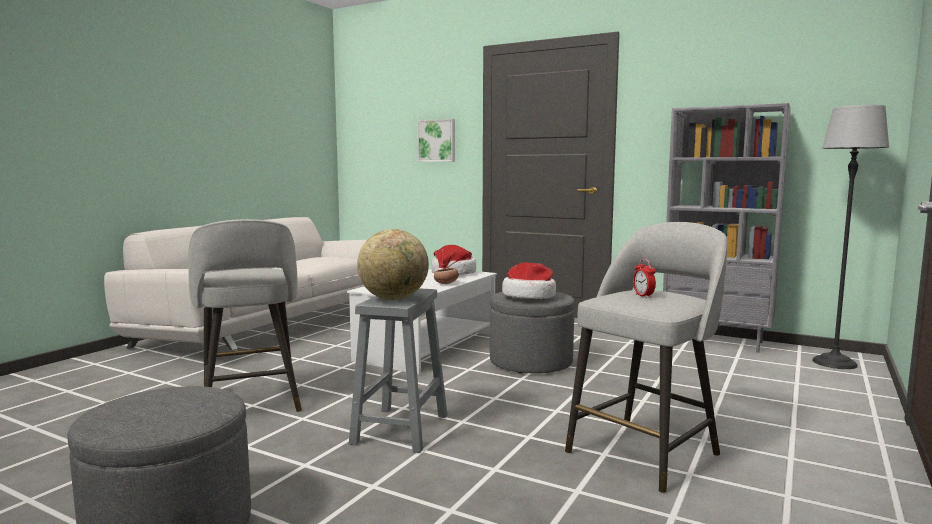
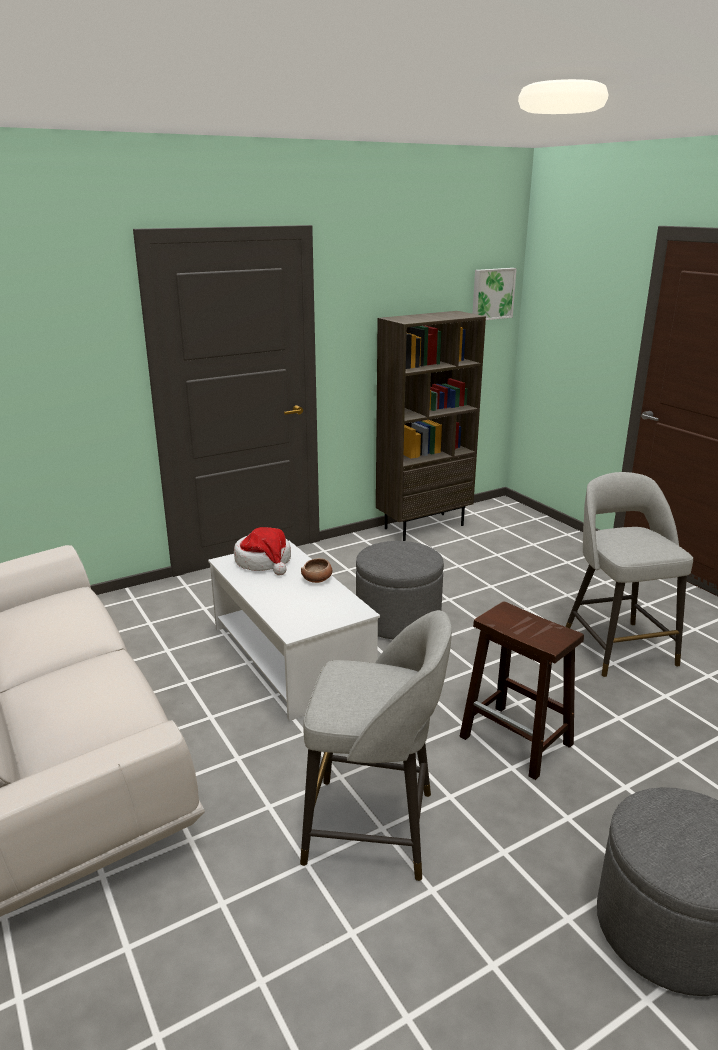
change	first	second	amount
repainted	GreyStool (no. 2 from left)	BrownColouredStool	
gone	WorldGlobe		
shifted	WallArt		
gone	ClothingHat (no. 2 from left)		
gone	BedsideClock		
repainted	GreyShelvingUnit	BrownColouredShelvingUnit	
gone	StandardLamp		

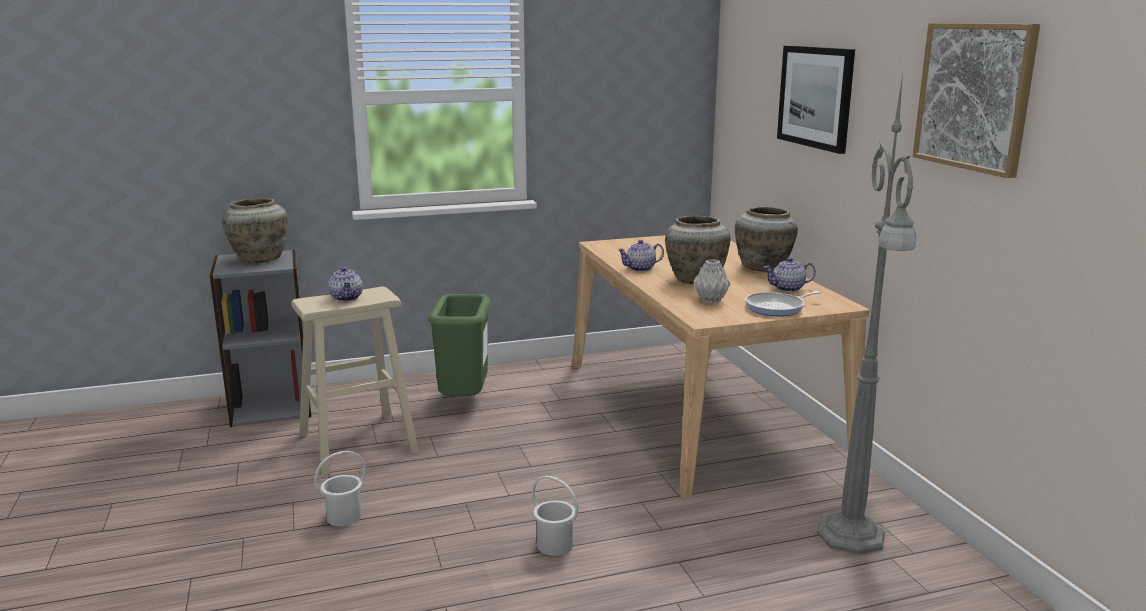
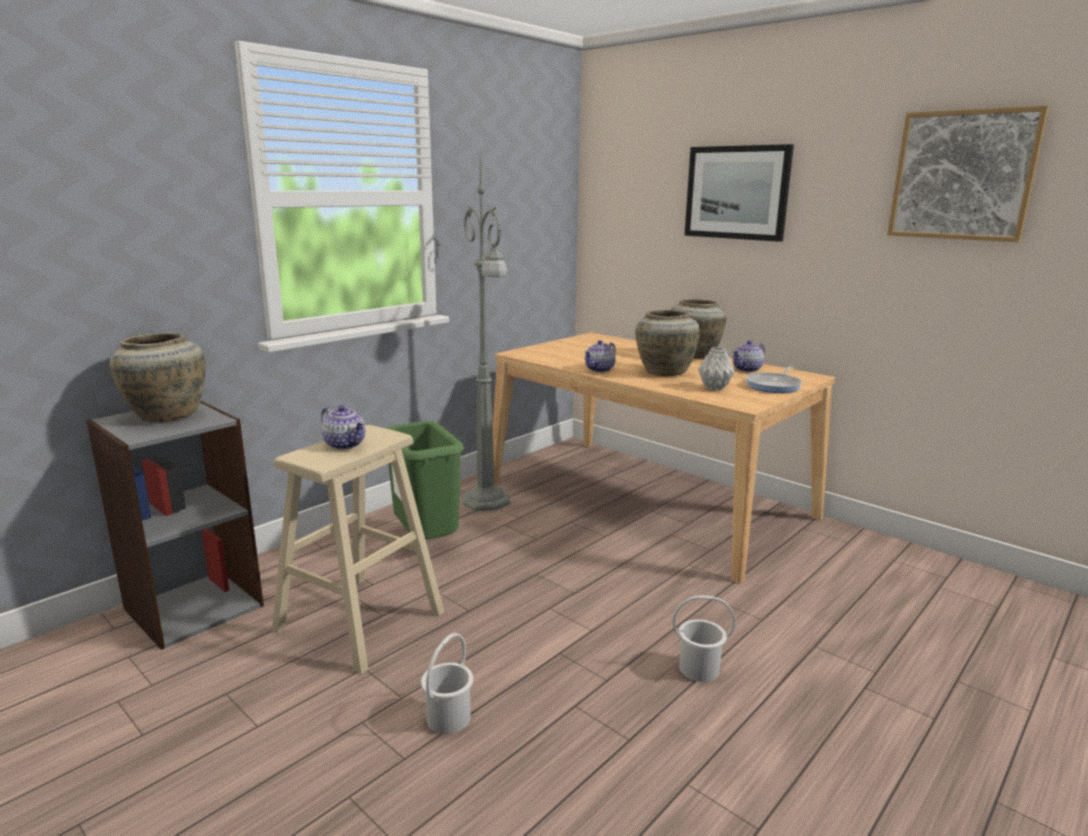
change	first	second	amount
shifted	GreyStandardLamp		

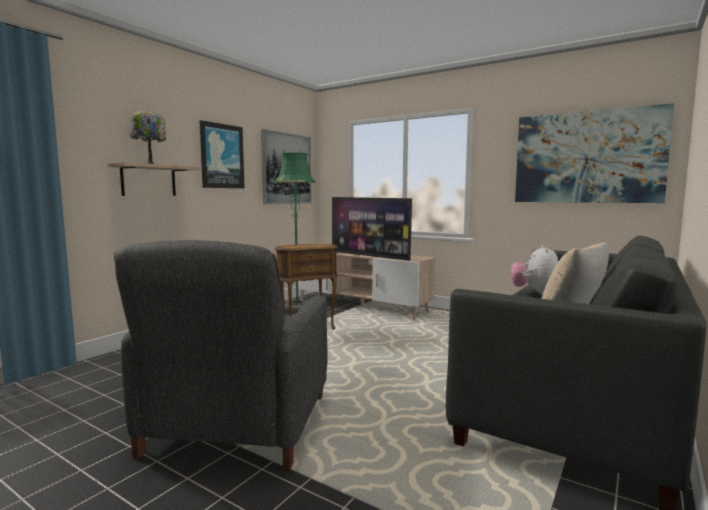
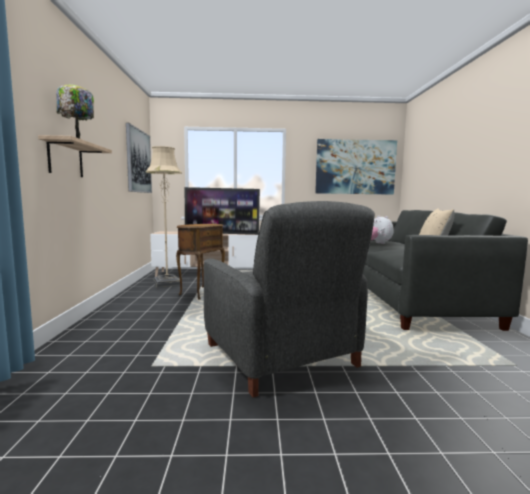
change	first	second	amount
gone	WallArt (no. 1 from left)		
repainted	GreenColouredStandardLamp	BeigeStandardLamp	

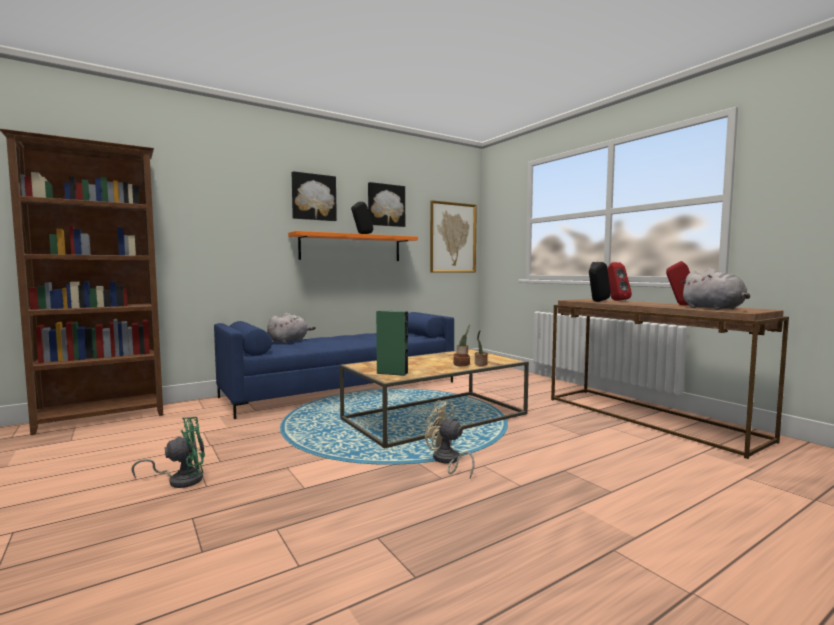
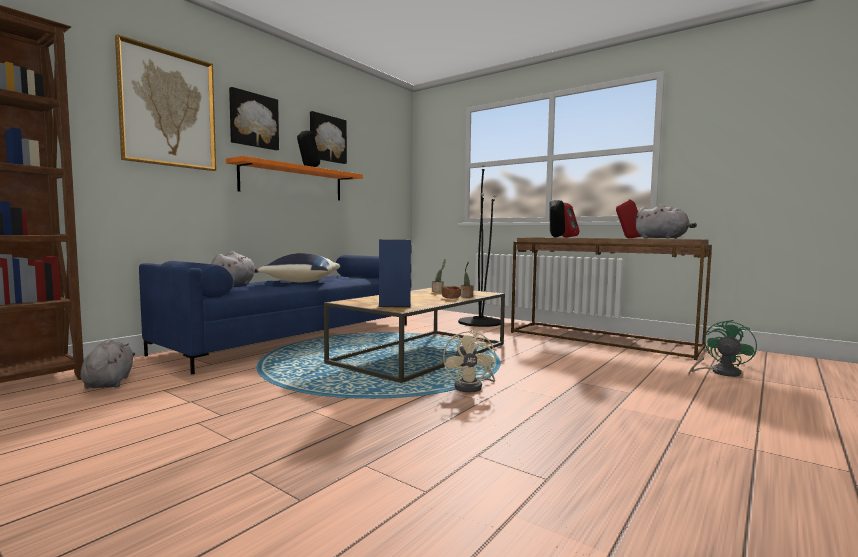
change	first	second	amount
shifted	GreenColouredFan		
repainted	GreenColouredSpeaker	BlueColouredSpeaker	
rotated	BeigeFan		105 degrees counterclockwise
shifted	WallArt (no. 3 from left in the first image)	WallArt (no. 1 from left)	
new		GreySoftToy (no. 1 from left)	
new		BlueColouredCushion	
new		BlackColouredStandardLamp	

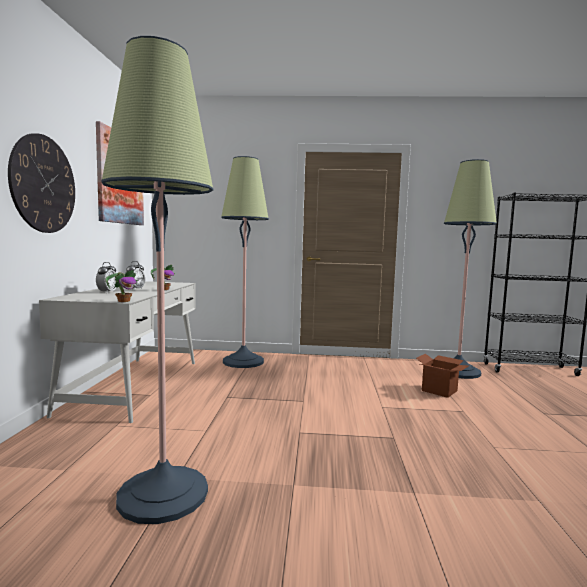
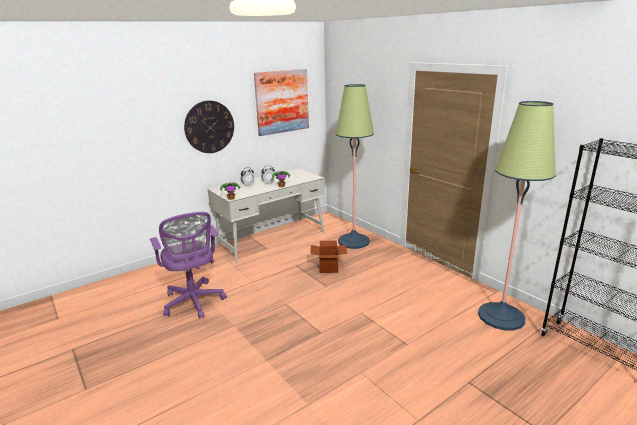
change	first	second	amount
swapped	StandardLamp (no. 1 from left)	PurpleColouredDeskChair	
shifted	Carton		

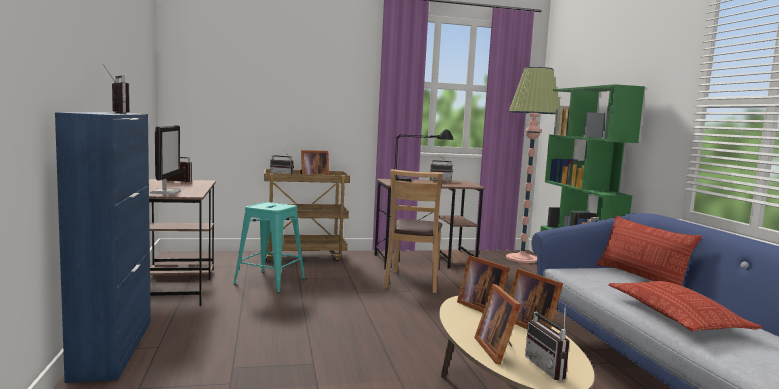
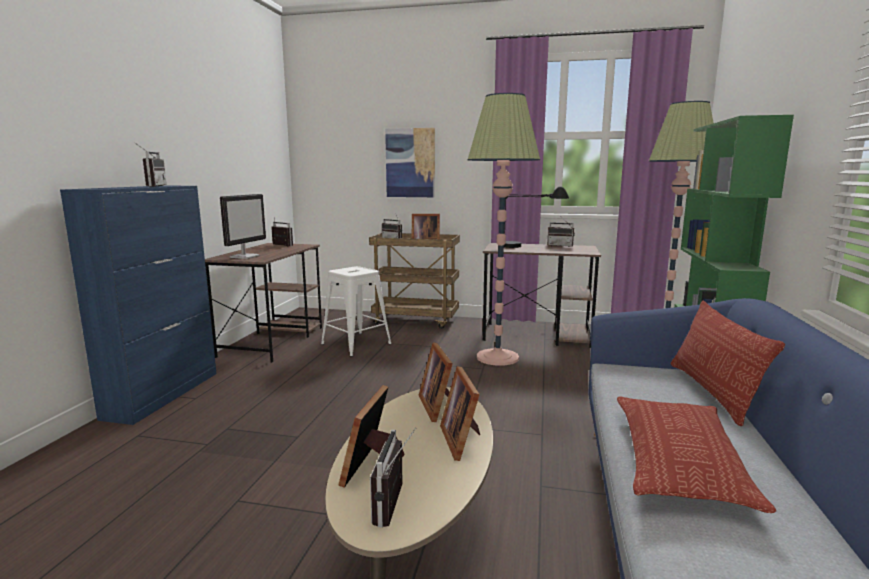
change	first	second	amount
repainted	TurquoiseStool	WhitishStool	
swapped	BrownColouredChair	StandardLamp (no. 1 from left)	
new		WallArt	

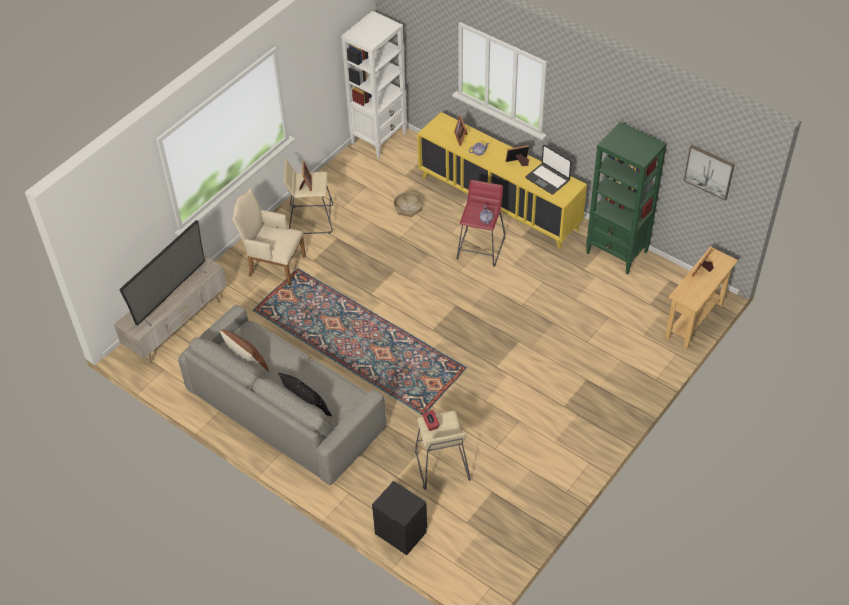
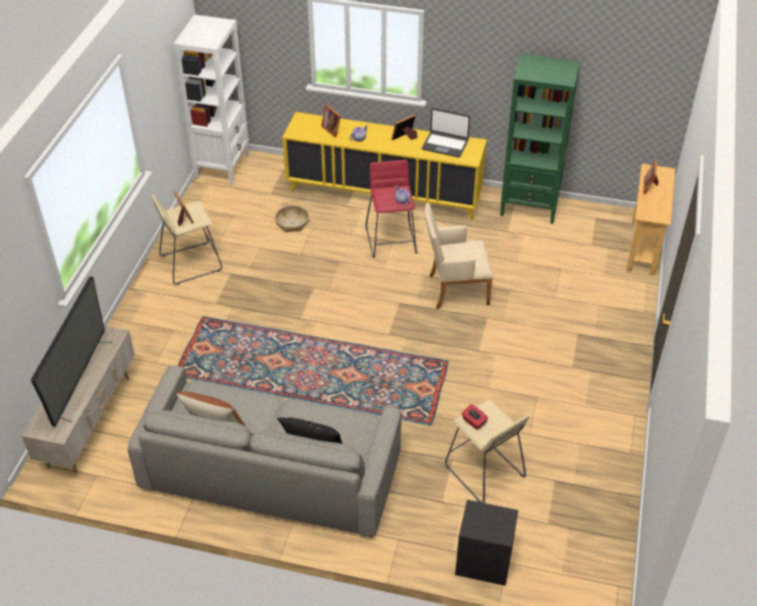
change	first	second	amount
shifted	BeigeArmchair		
gone	WallArt		

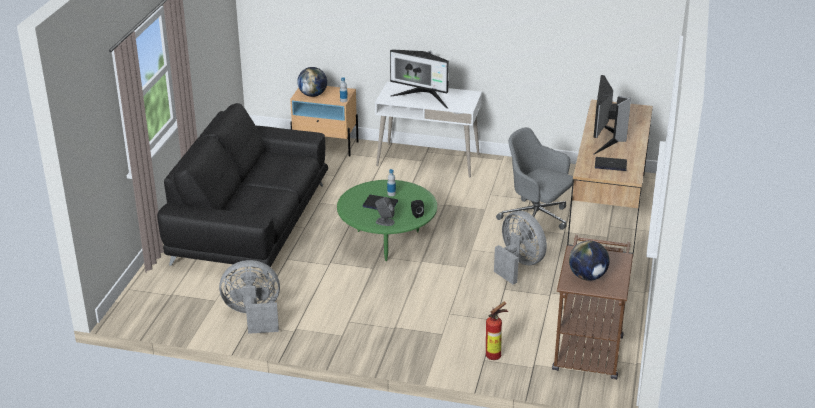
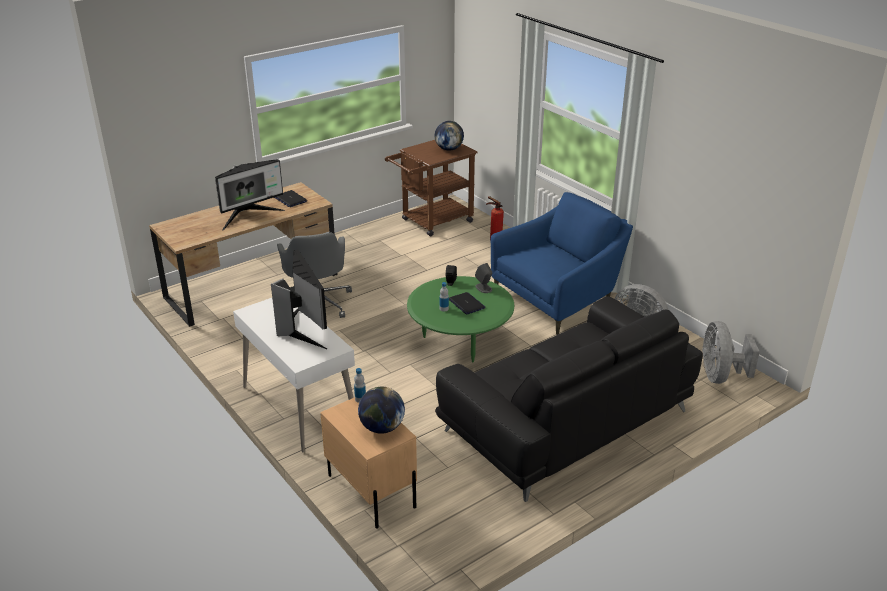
change	first	second	amount
shifted	GreyFan (no. 2 from left)		
new		BlueColouredArmchair	

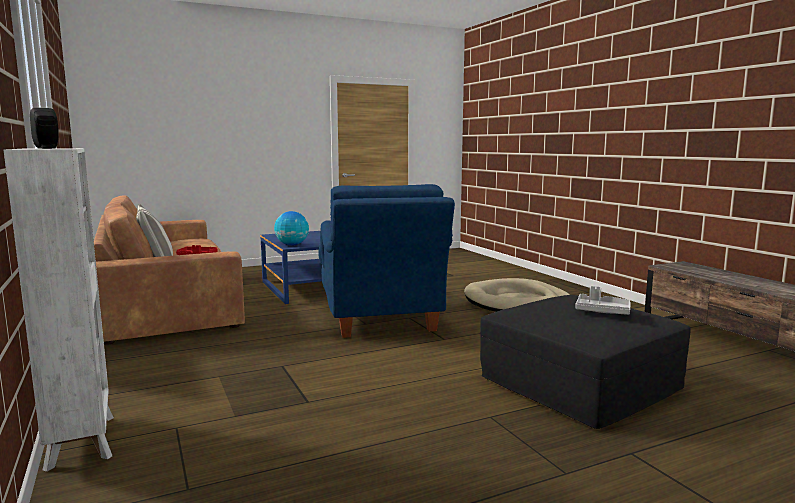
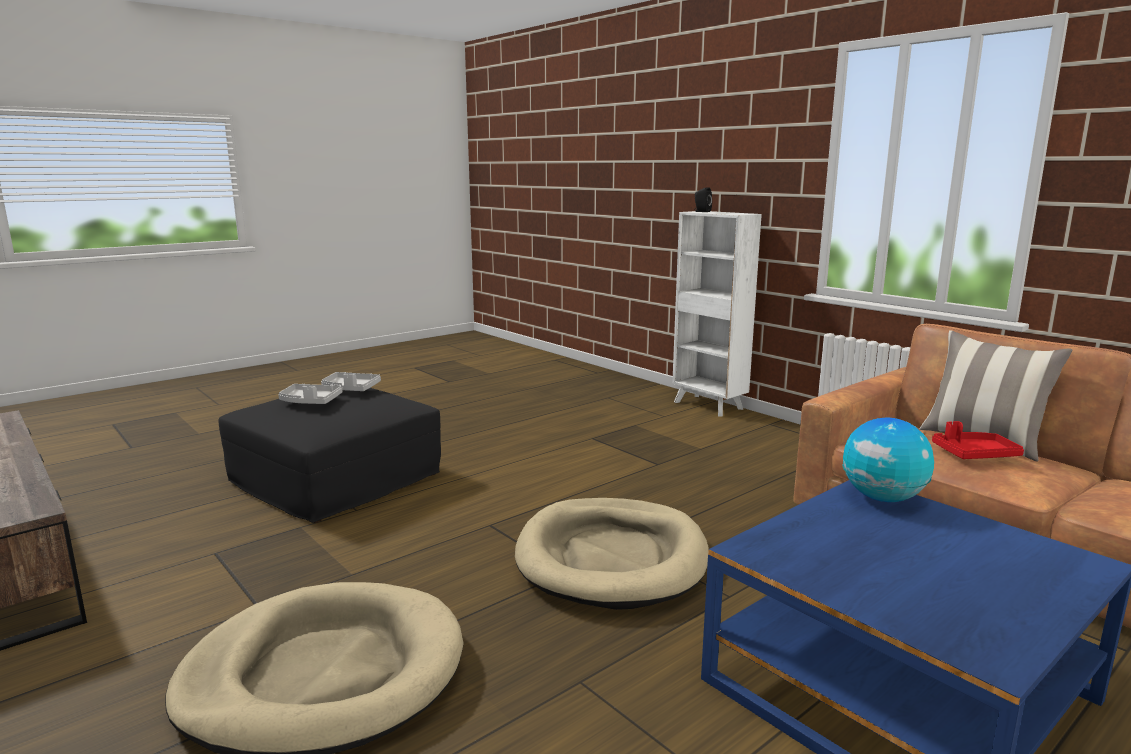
change	first	second	amount
swapped	BlueColouredArmchair	BeigePetBed (no. 2 from left)	
new		GreyServingTray (no. 2 from left)	

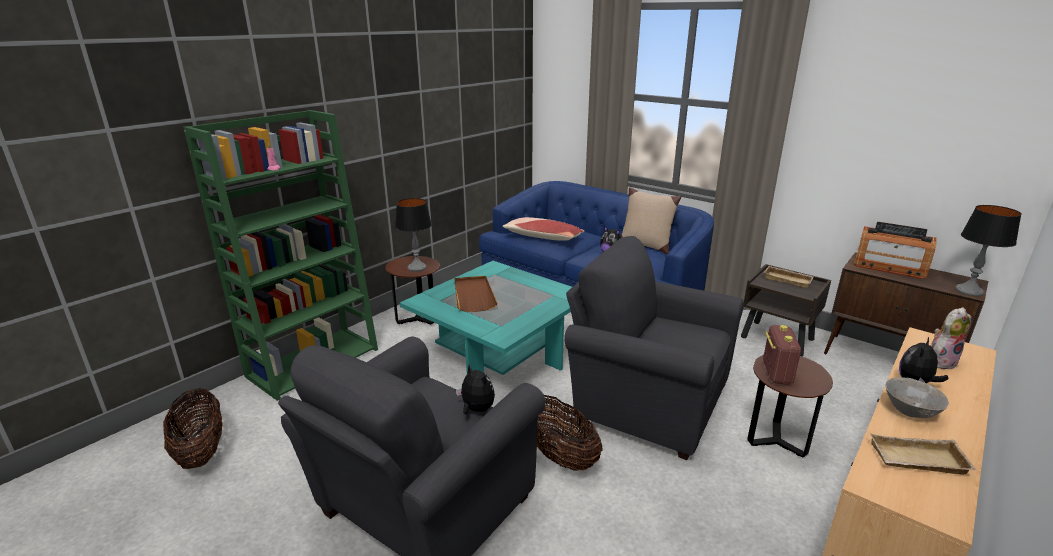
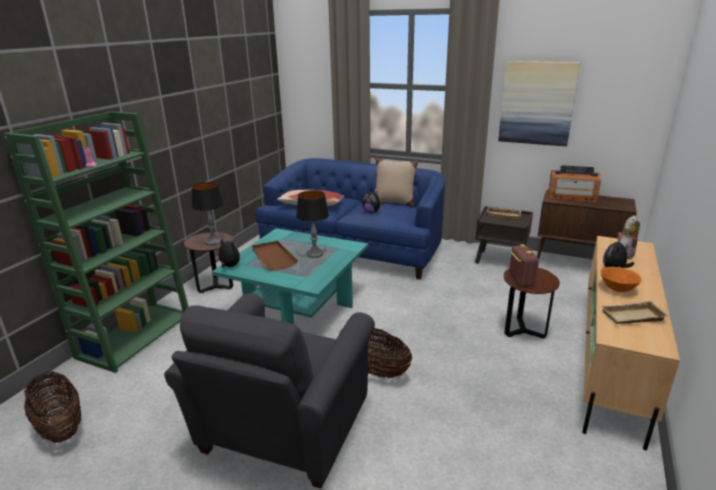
change	first	second	amount
shifted	SoftToy (no. 1 from left)		
gone	GreyArmchair (no. 2 from left)		
repainted	GreyDeepDish	OrangeyDeepDish	
shifted	TableLamp (no. 2 from left)		
new		WallArt	

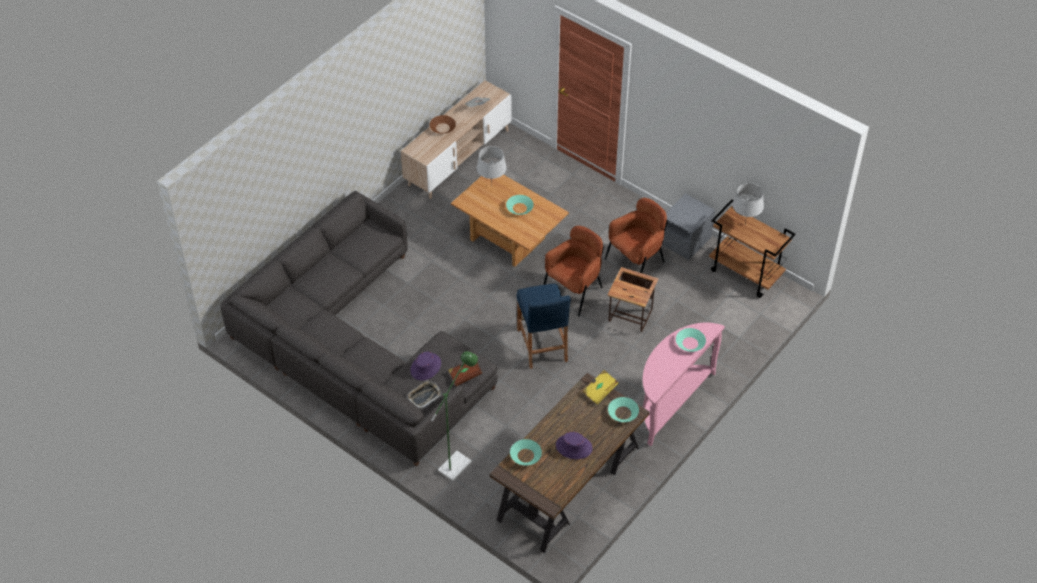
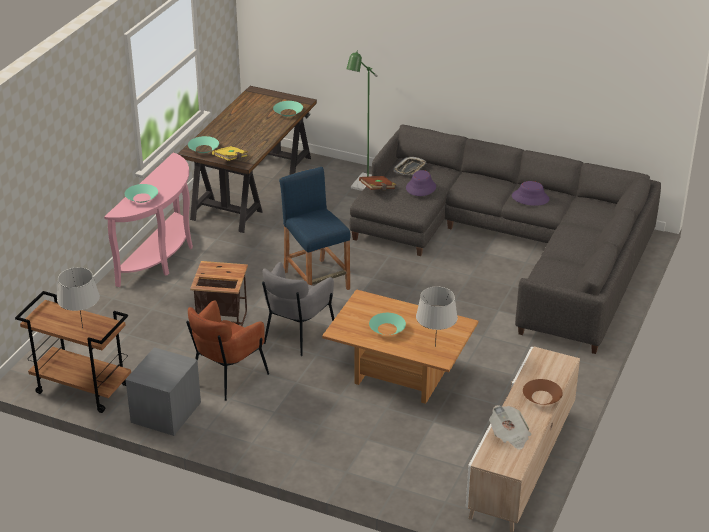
change	first	second	amount
repainted	BrownColouredArmchair (no. 1 from left)	GreyArmchair	
shifted	PurpleColouredClothingHat (no. 2 from left)		

